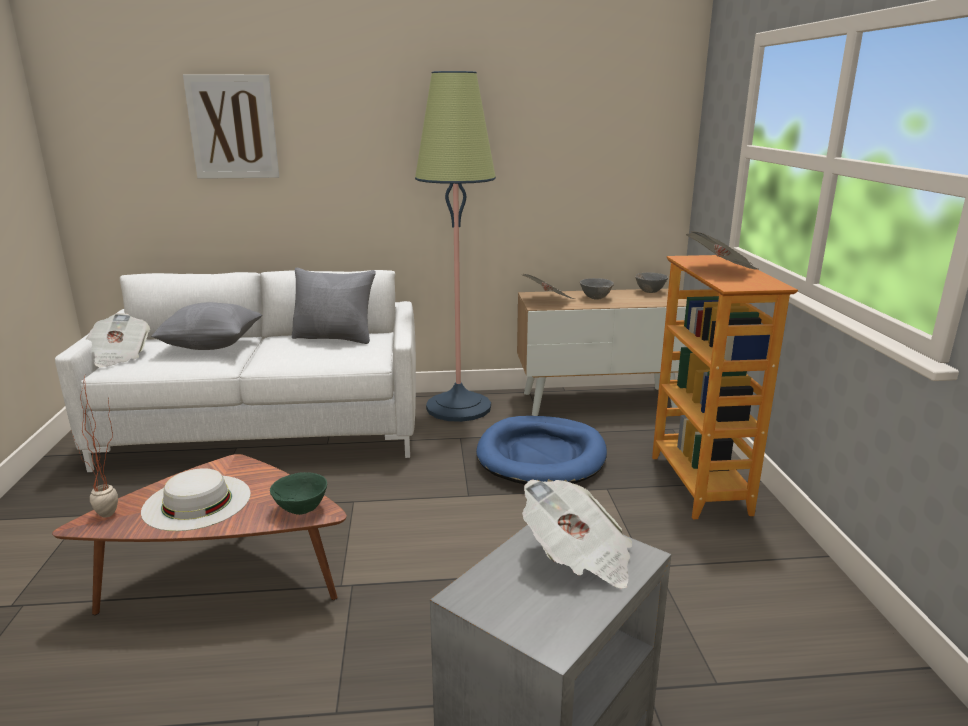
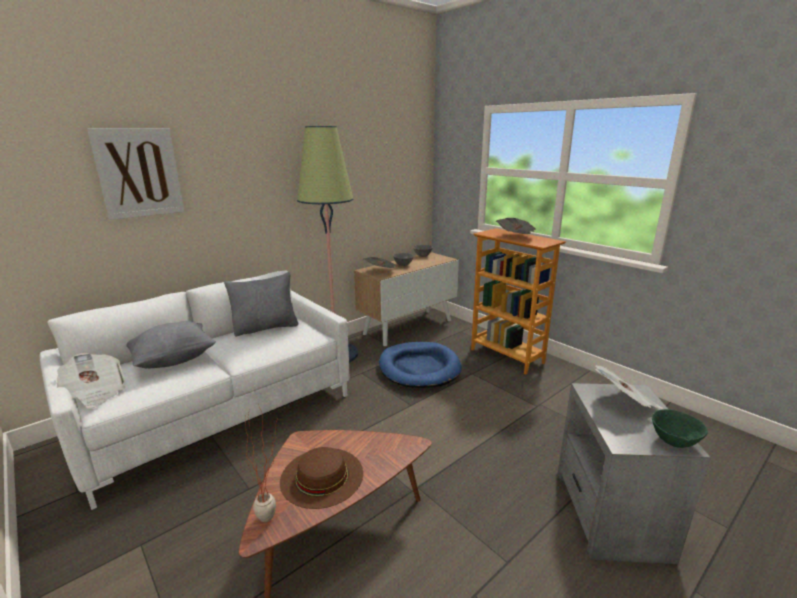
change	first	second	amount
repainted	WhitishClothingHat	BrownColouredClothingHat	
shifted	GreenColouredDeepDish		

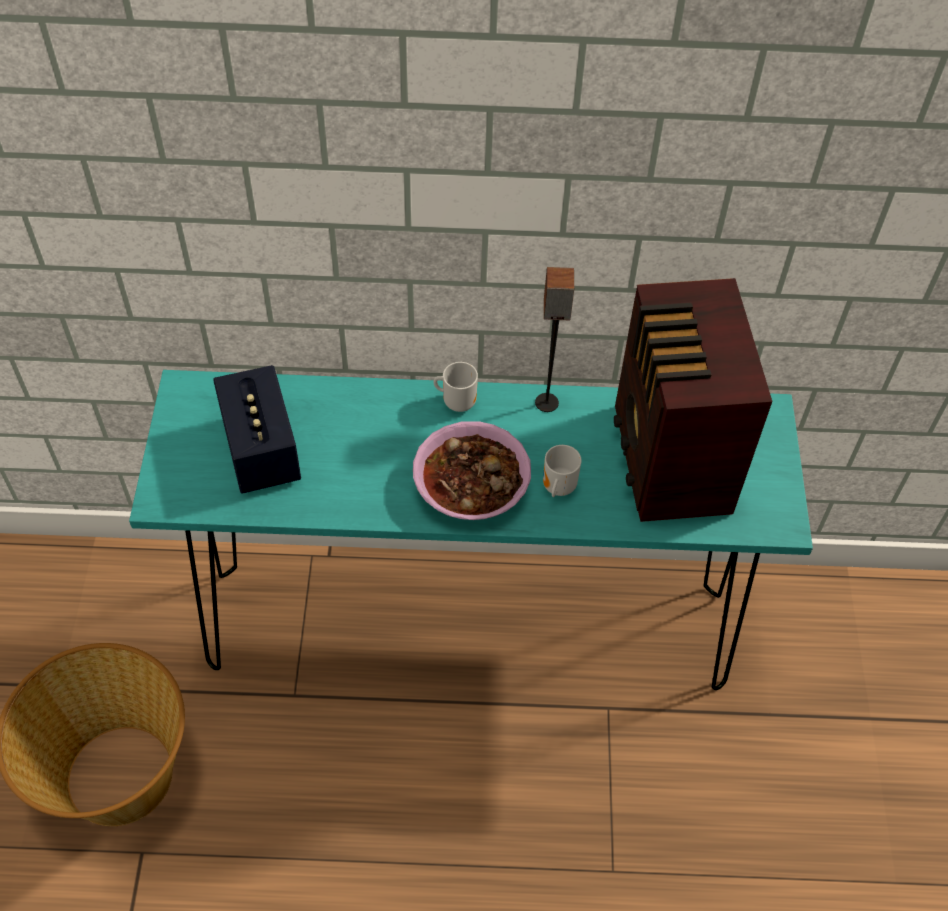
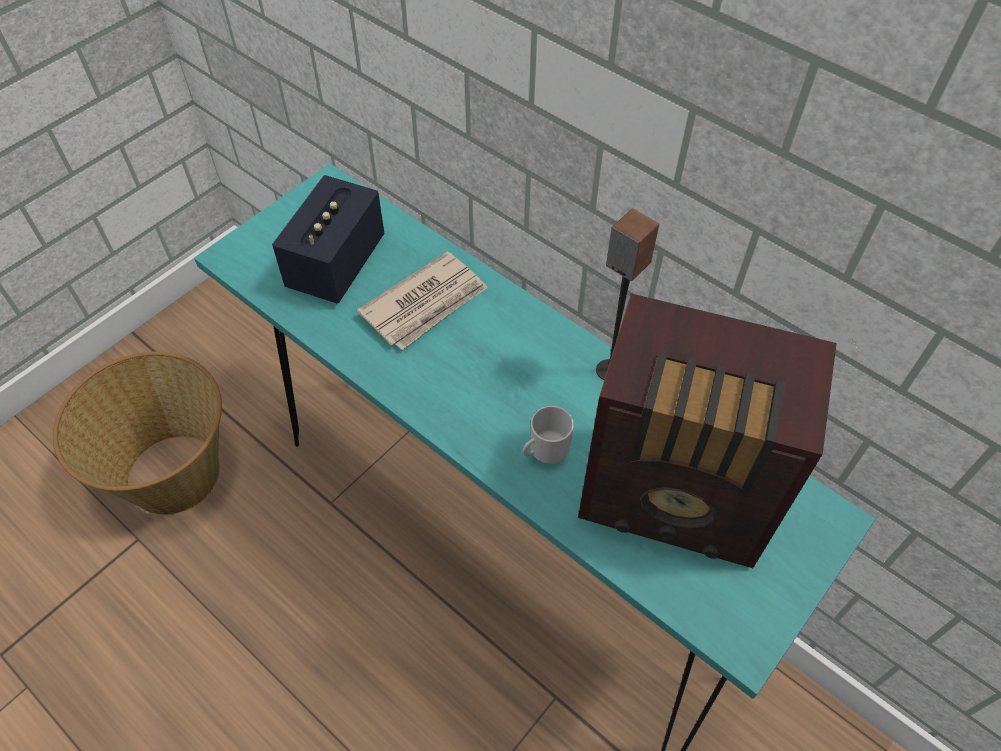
change	first	second	amount
gone	DeepDish		
gone	CoffeeMug (no. 1 from left)		
rotated	RadioReceiver		105 degrees counterclockwise
new		Newspaper	

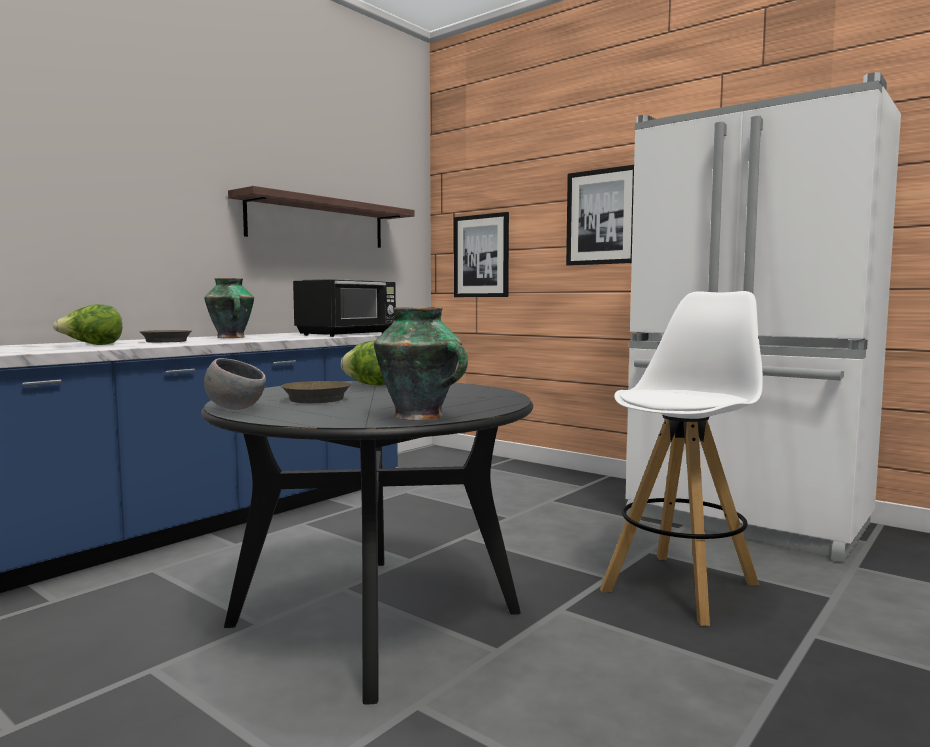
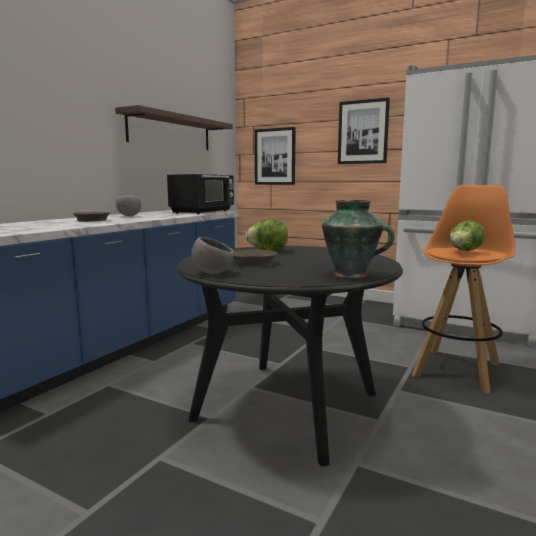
change	first	second	amount
shifted	HeadOfLettuce (no. 1 from left in the first image)	HeadOfLettuce (no. 2 from left)	
swapped	Vase (no. 1 from left)	GreyDeepDish (no. 1 from left)	
repainted	WhitishStool	OrangeyStool	

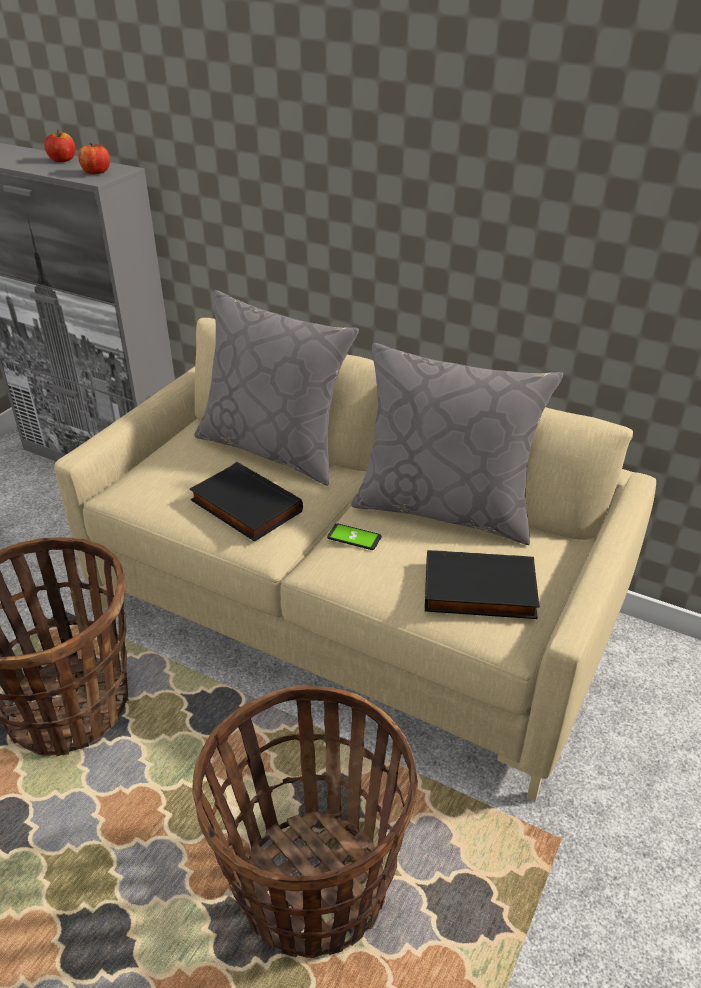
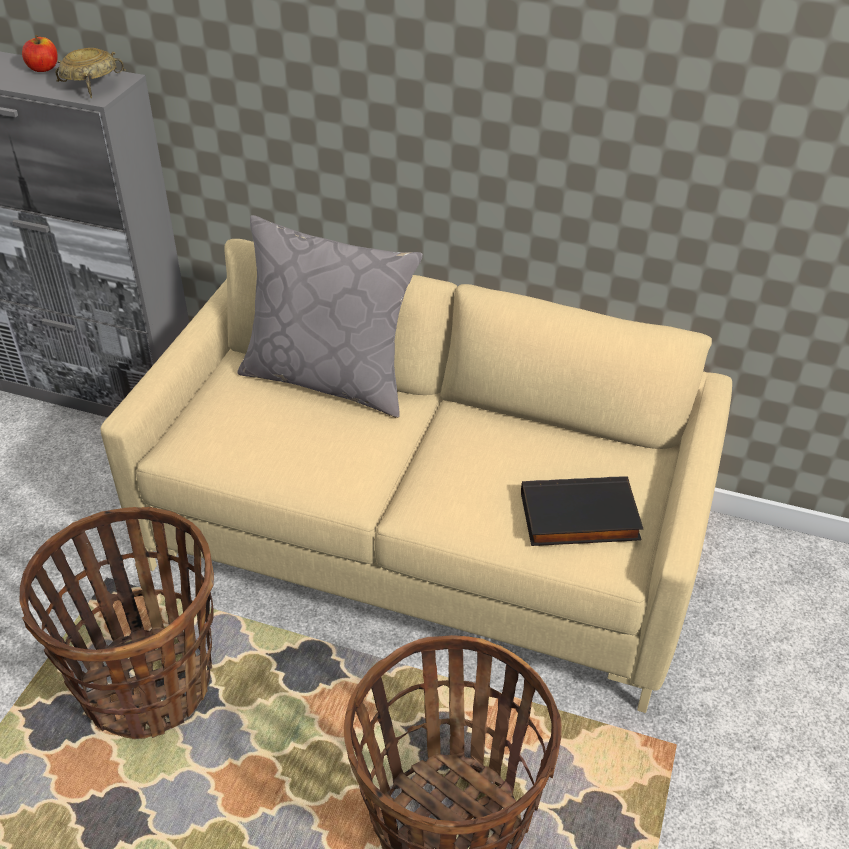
change	first	second	amount
swapped	WholeApple (no. 2 from left)	BeigeDeepDish	
gone	BlackColouredBoundBook (no. 1 from left)		
gone	Handset		
gone	GreyCushion (no. 2 from left)		

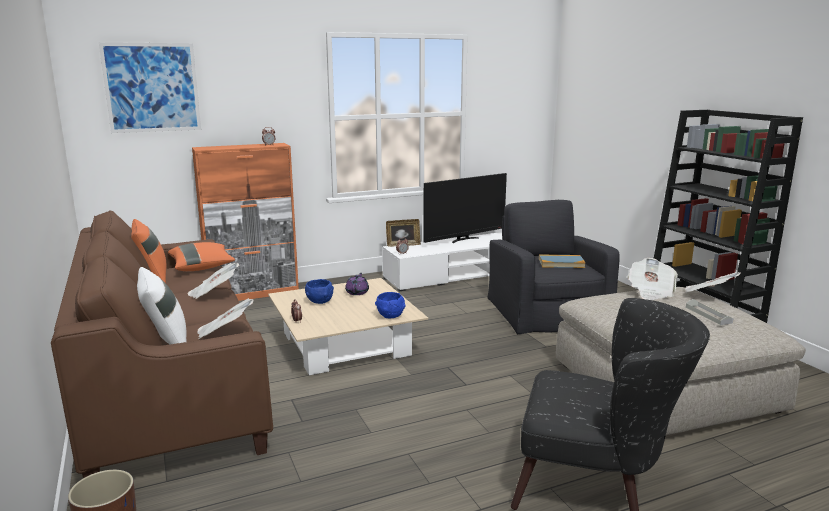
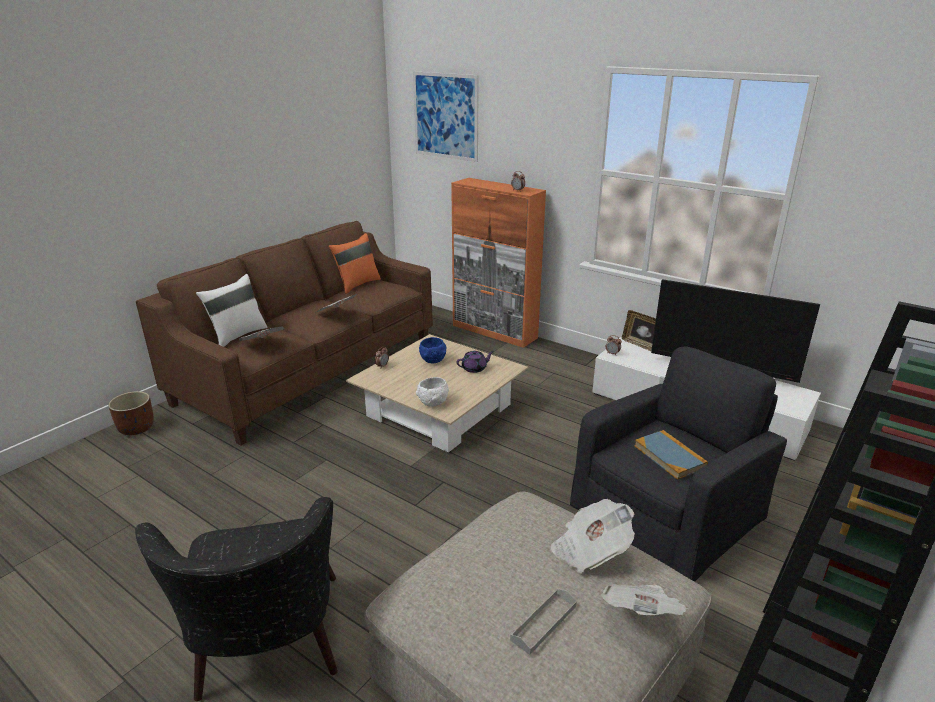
change	first	second	amount
gone	OrangeyCushion (no. 2 from left)		
repainted	BlueColouredDeepDish (no. 2 from left)	WhitishDeepDish	

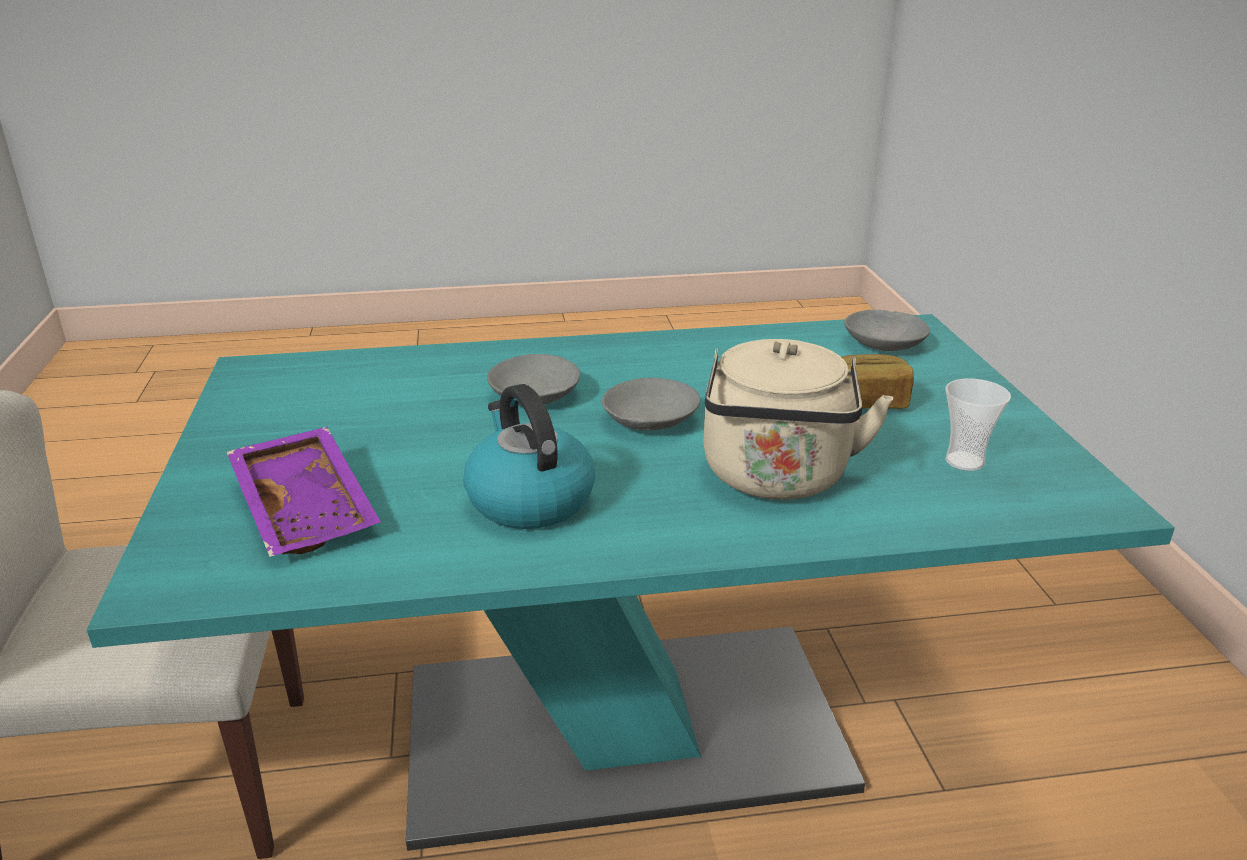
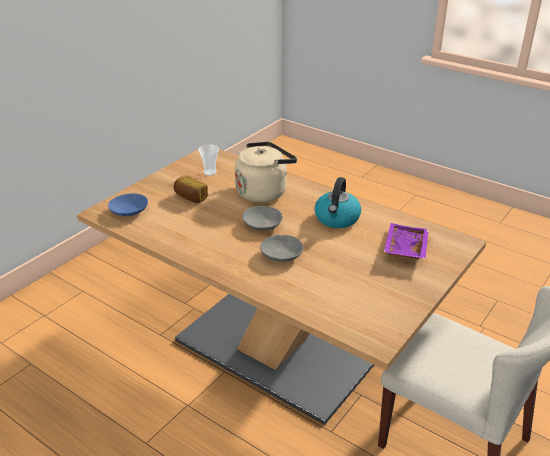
change	first	second	amount
repainted	TurquoiseDinnerTable	BrownColouredDinnerTable	
repainted	GreyDeepDish (no. 3 from left)	BlueColouredDeepDish	

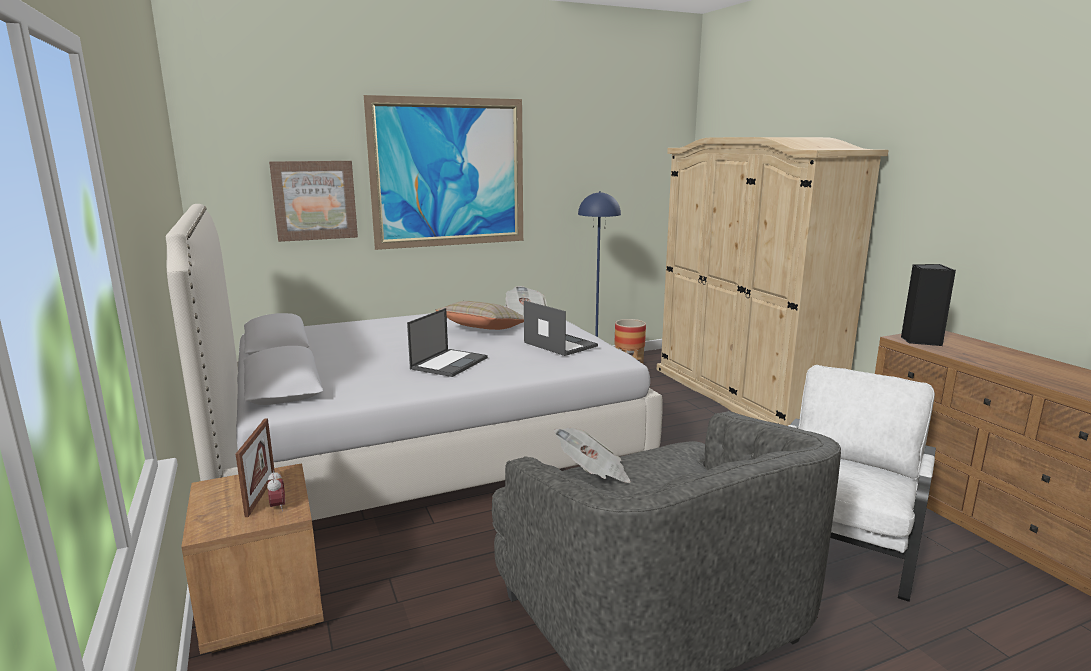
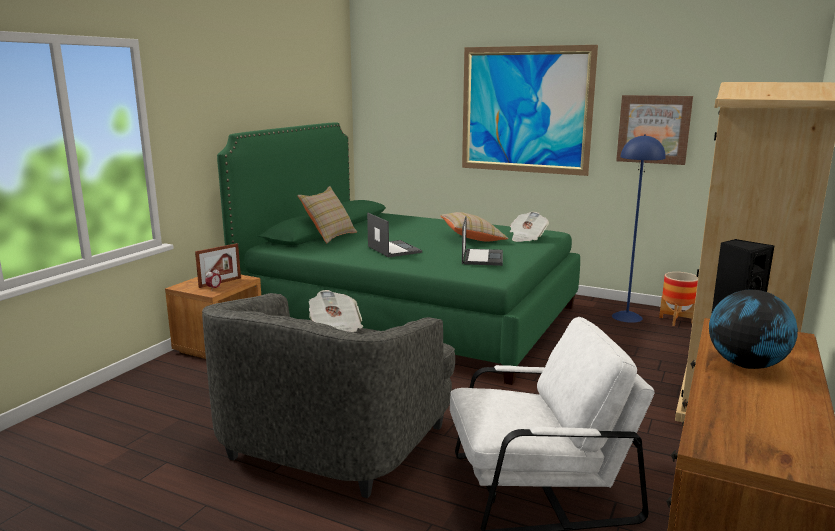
change	first	second	amount
repainted	WhitishBed	GreenColouredBed	
shifted	WallArt (no. 1 from left in the first image)	WallArt (no. 2 from left)	
rotated	Laptop (no. 1 from left)		105 degrees counterclockwise
new		BeigeCushion (no. 1 from left)	
new		WorldGlobe	

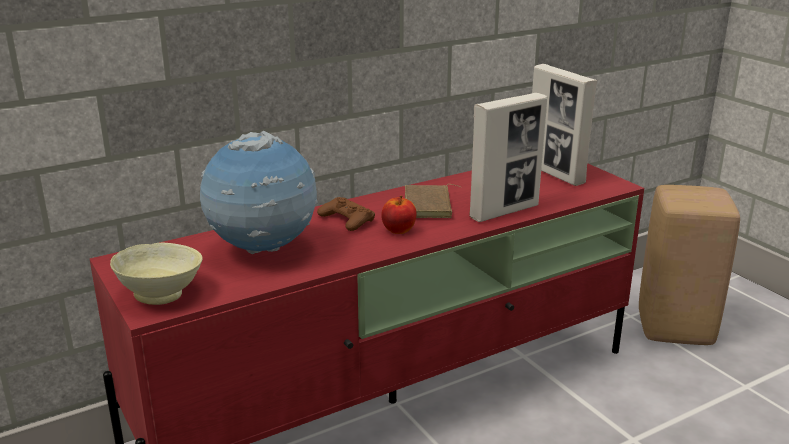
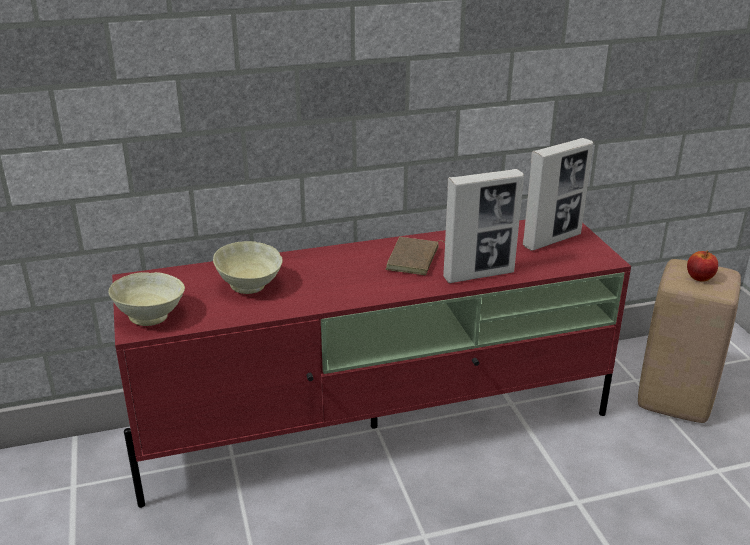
change	first	second	amount
swapped	WorldGlobe	BeigeDeepDish (no. 2 from left)	
gone	BrownColouredGameController		
shifted	WholeApple		
rotated	PictureFrame (no. 2 from left)		105 degrees counterclockwise

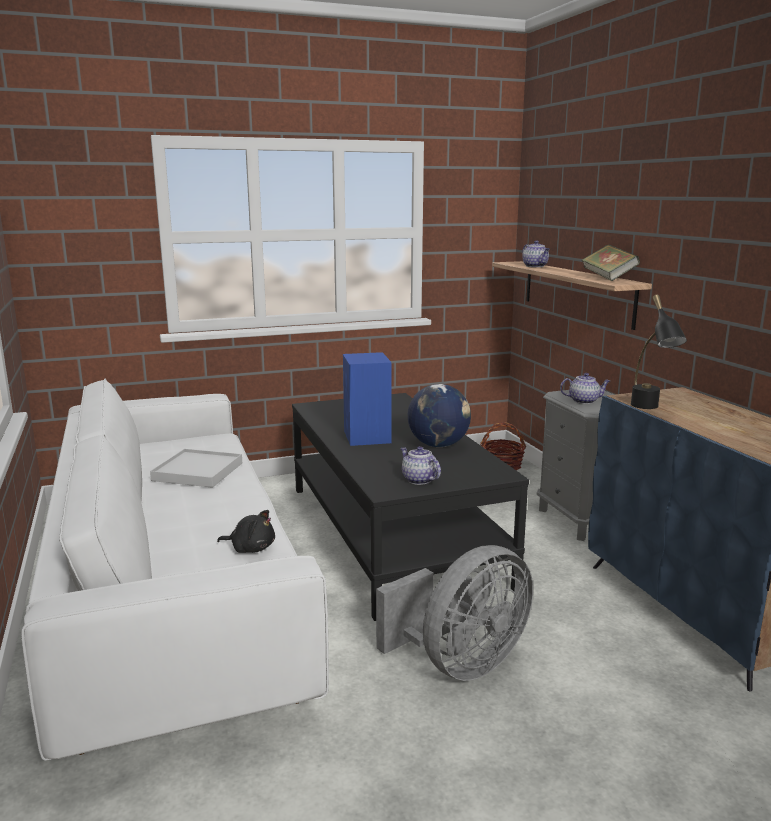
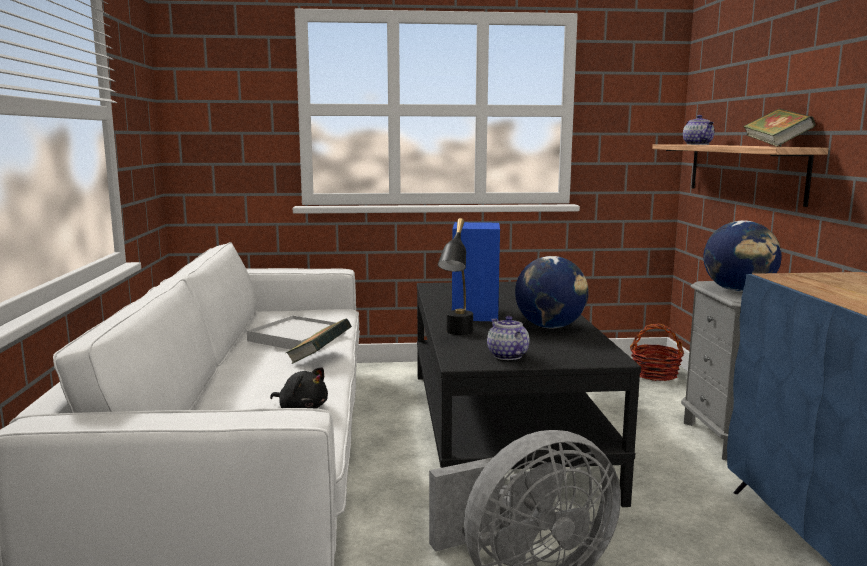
change	first	second	amount
swapped	Teapot (no. 3 from left)	WorldGlobe (no. 2 from left)	
shifted	BlackColouredTableLamp		
new		BoundBook (no. 1 from left)	

